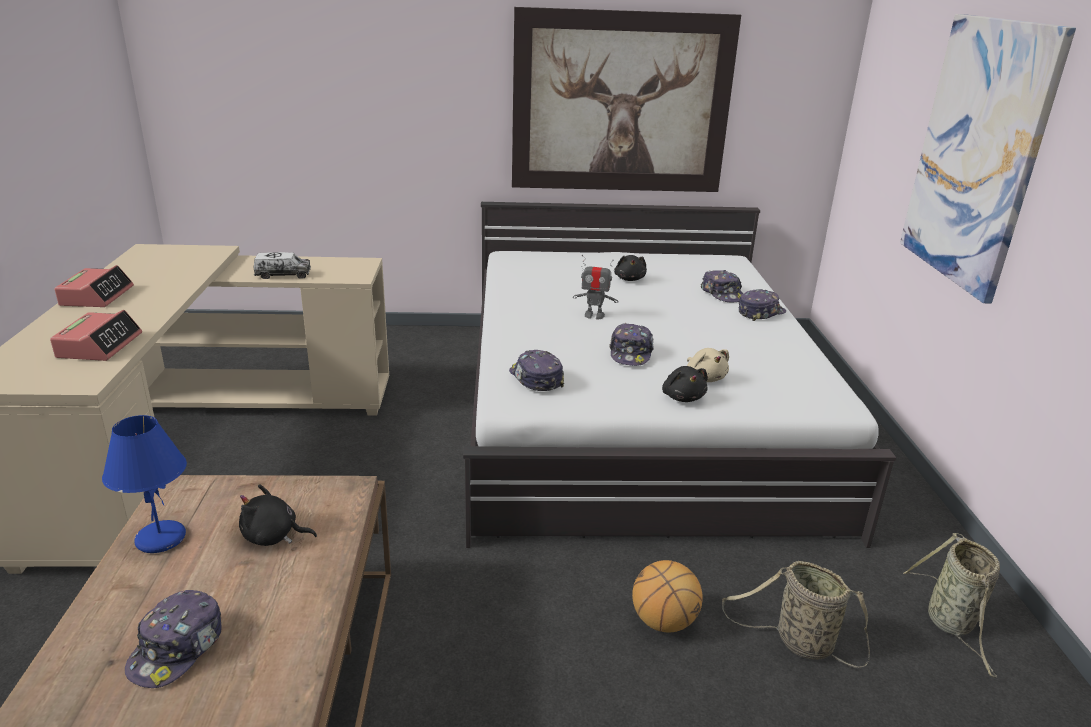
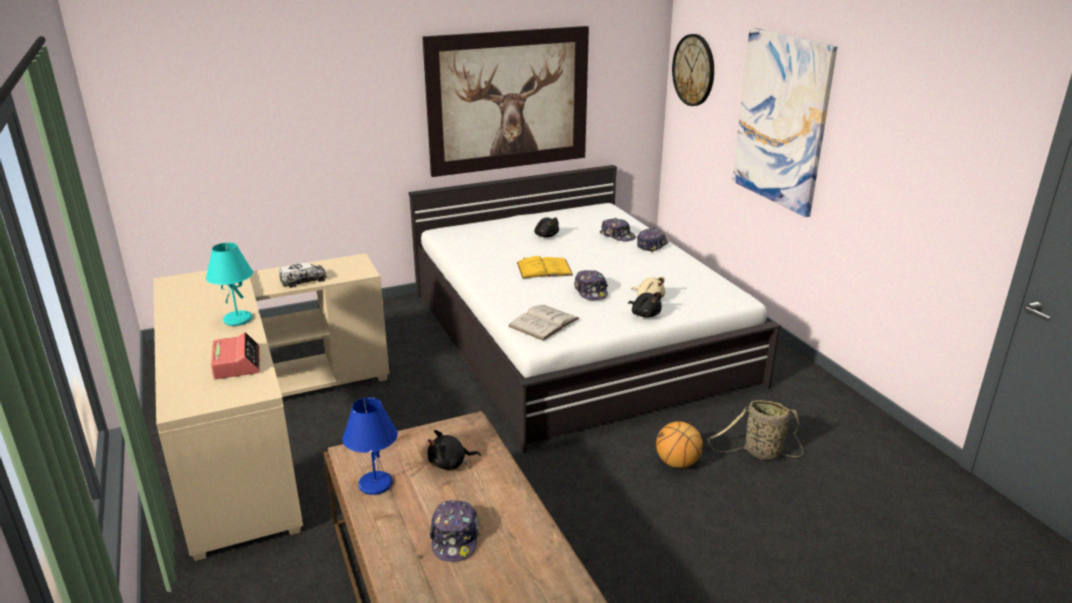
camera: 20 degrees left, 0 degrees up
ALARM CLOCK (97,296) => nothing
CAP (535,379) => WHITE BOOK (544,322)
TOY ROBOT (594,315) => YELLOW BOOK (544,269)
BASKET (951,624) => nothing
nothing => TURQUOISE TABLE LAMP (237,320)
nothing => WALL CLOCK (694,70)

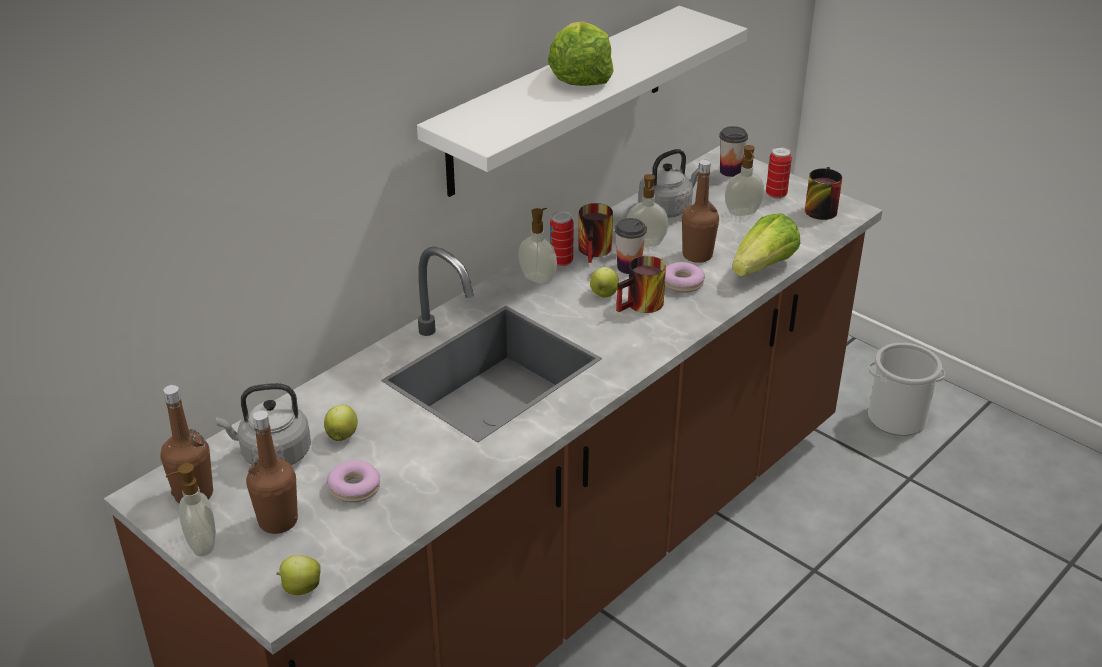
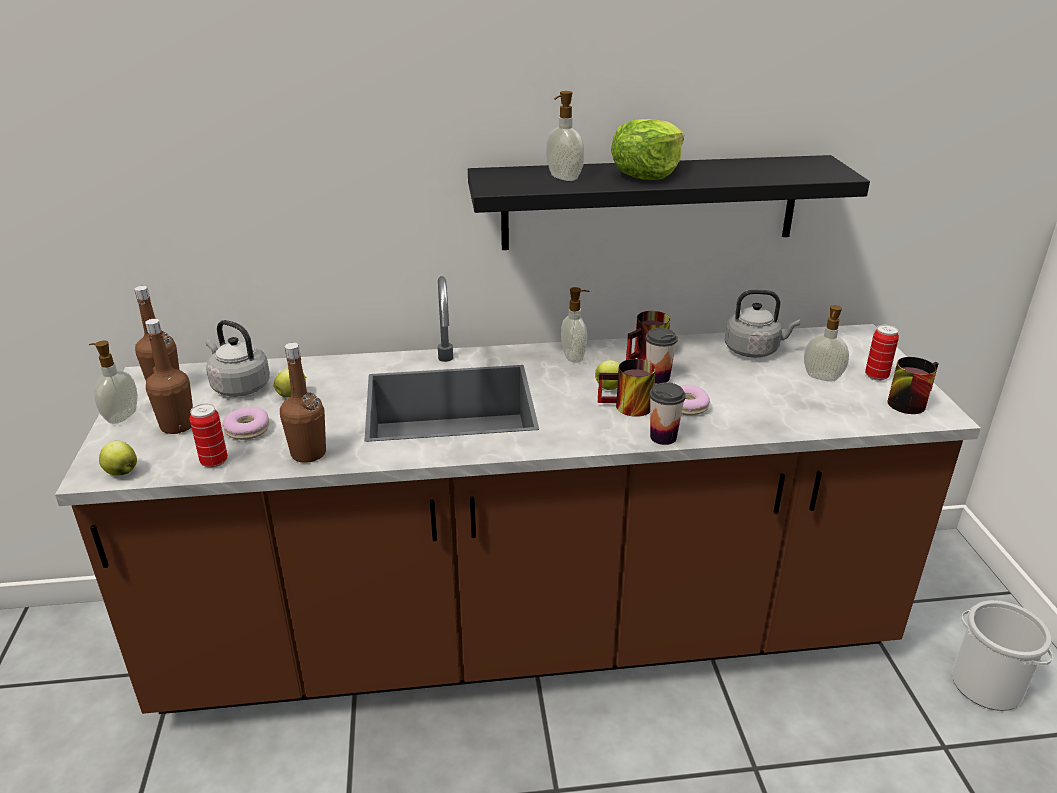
camera: 40 degrees right, 5 degrees down
WHITE SHELF (559,100) => BLACK SHELF (650,202)
CAN (561,262) => CAN (214,461), relocated
SOAP DISPENSER (646,244) => SOAP DISPENSER (563,178), relocated
BROWN BOTTLE (697,255) => BROWN BOTTLE (308,453), relocated
CUP (730,171) => CUP (663,437), relocated
LETTUCE (763,267) => nothing

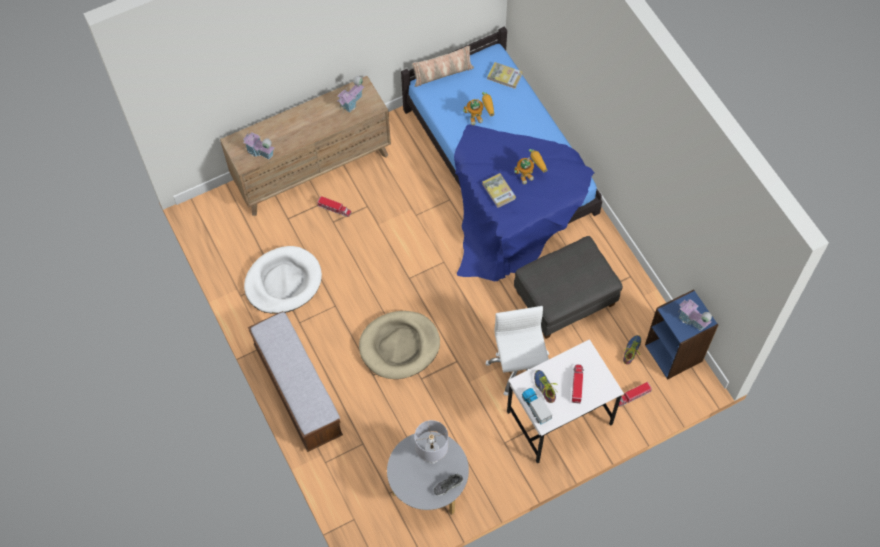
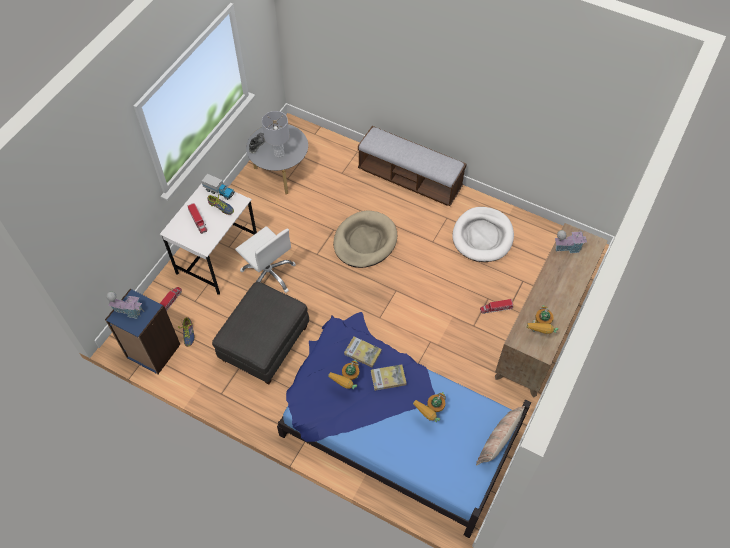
camera: 145 degrees right, 5 degrees down
TOY HOUSE (352,102) => TOY ROBOT (539,331)
BOOK (504,76) => BOOK (388,378), relocated

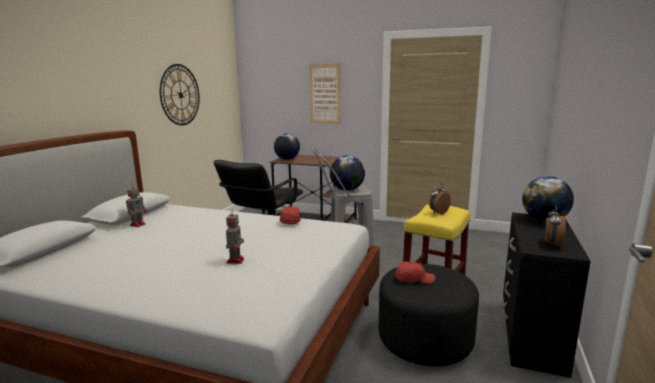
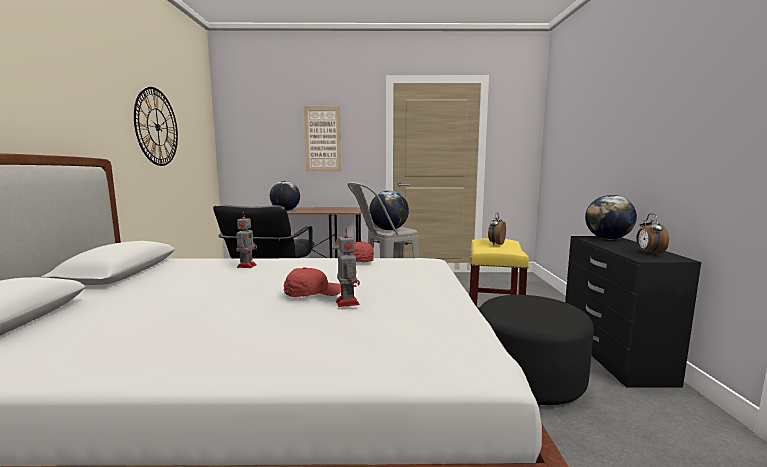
camera: 20 degrees left, 5 degrees down
TOY ROBOT (138,224) => TOY ROBOT (247,266), relocated
RED CAP (414,279) => RED CAP (312,294), relocated

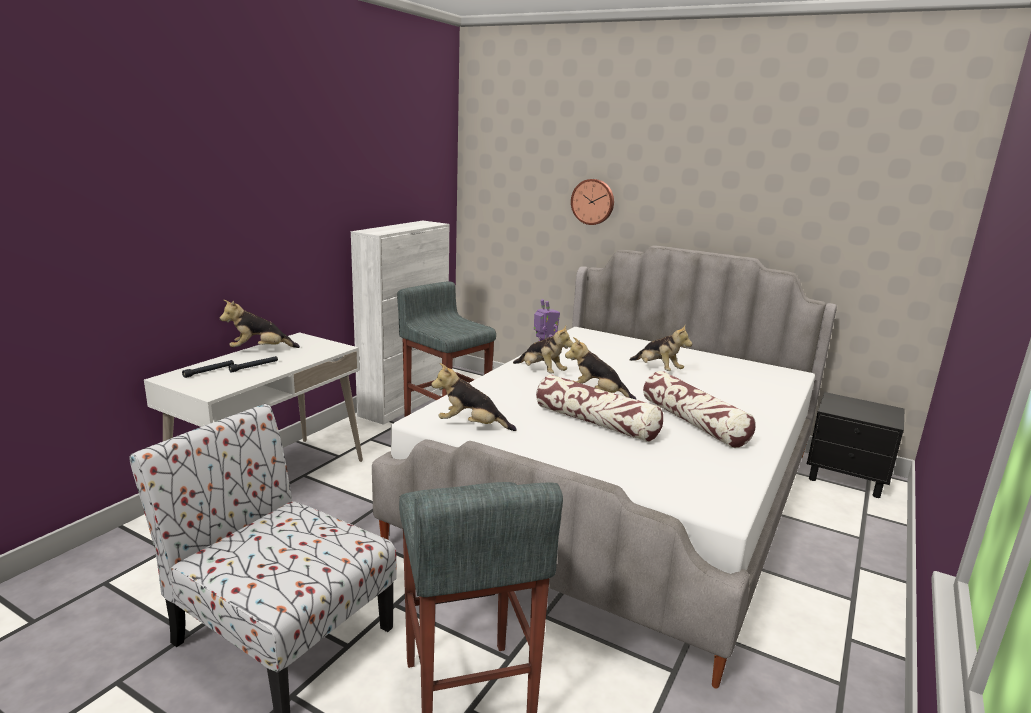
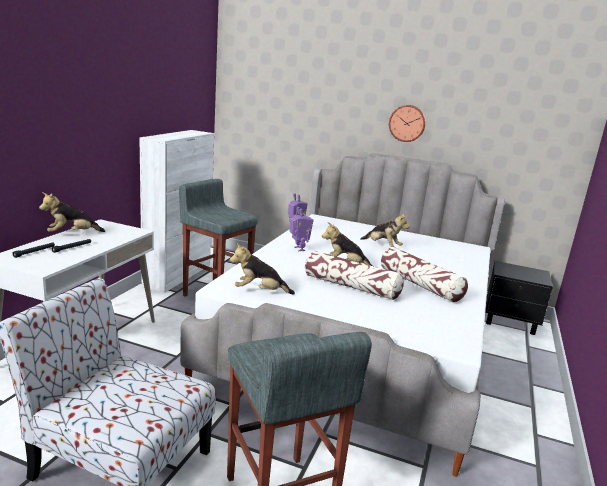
camera: 10 degrees left, 0 degrees up
PLUSH TOY (541,372) => TOY ROBOT (298,249)
WALL CLOCK (593,201) => WALL CLOCK (407,123), relocated

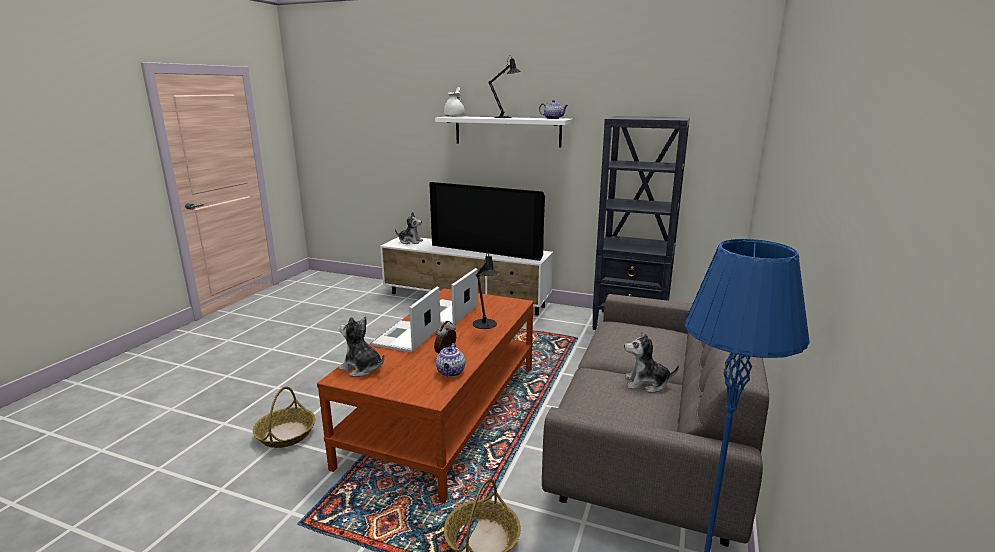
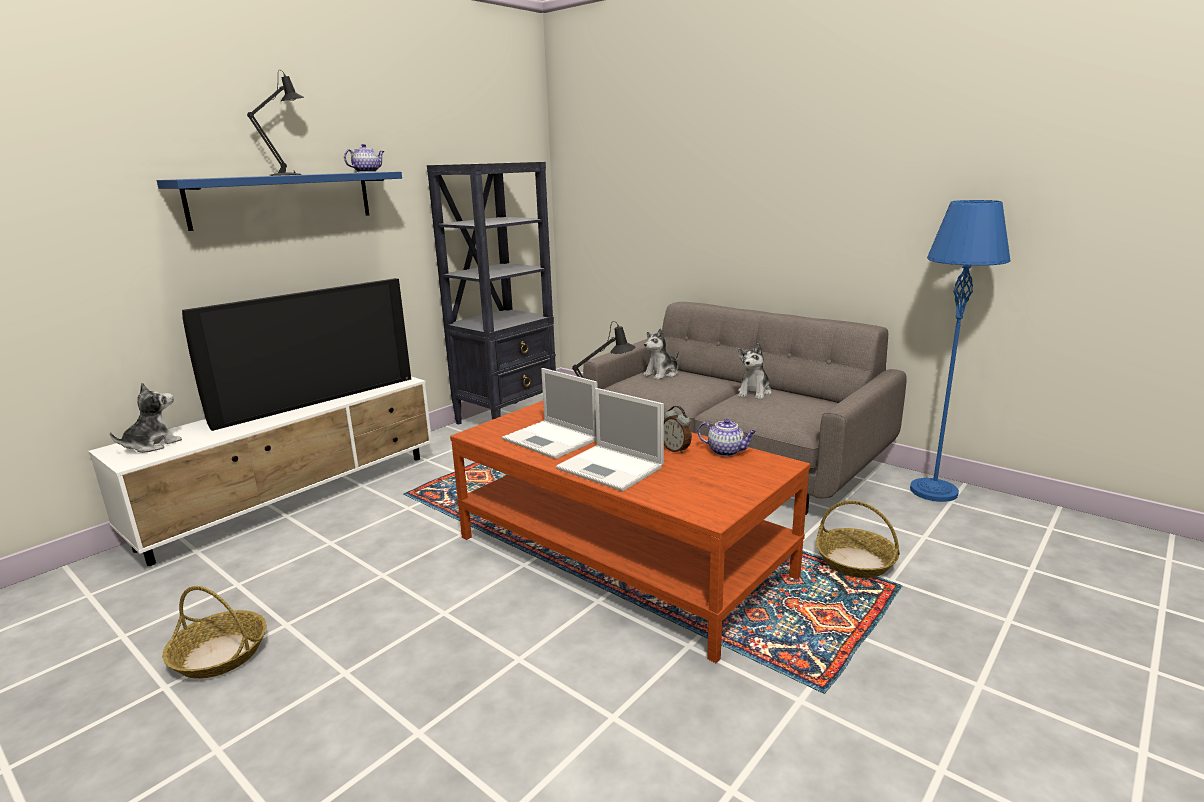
camera: 70 degrees left, 0 degrees up
BASKET (286,434) => BASKET (220,654), relocated
PLUSH TOY (362,368) => PLUSH TOY (662,374), relocated
WHITE SHELF (507,131) => BLUE SHELF (283,199)
WHITE TEAPOT (455,116) => nothing

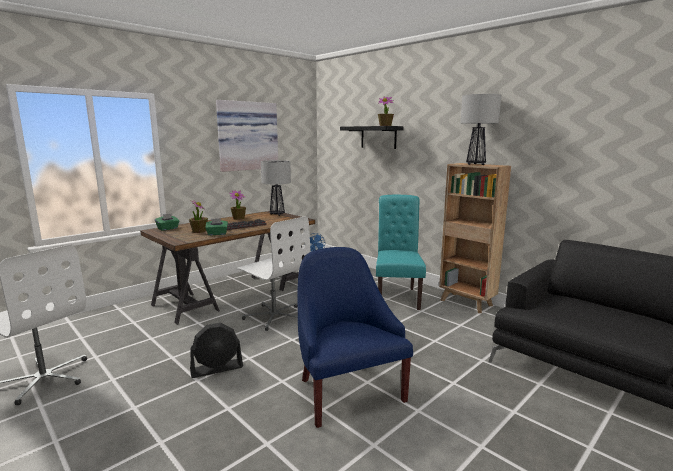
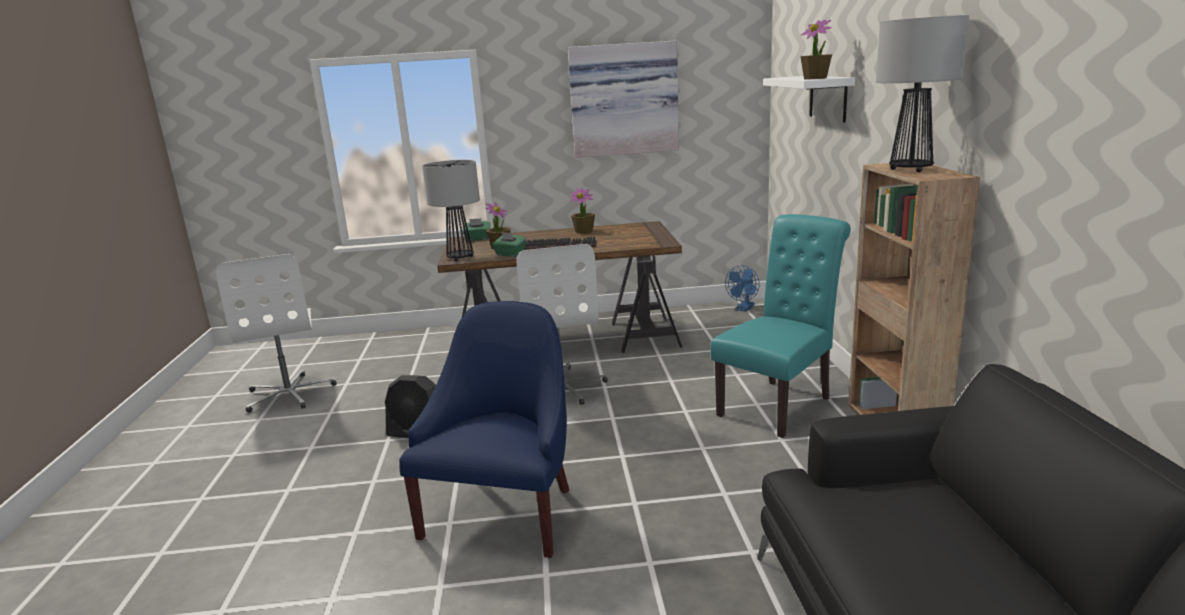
camera: 40 degrees right, 5 degrees up
TABLE LAMP (277,214) => TABLE LAMP (461,258), relocated
BLACK SHELF (378,137) => WHITE SHELF (828,98)

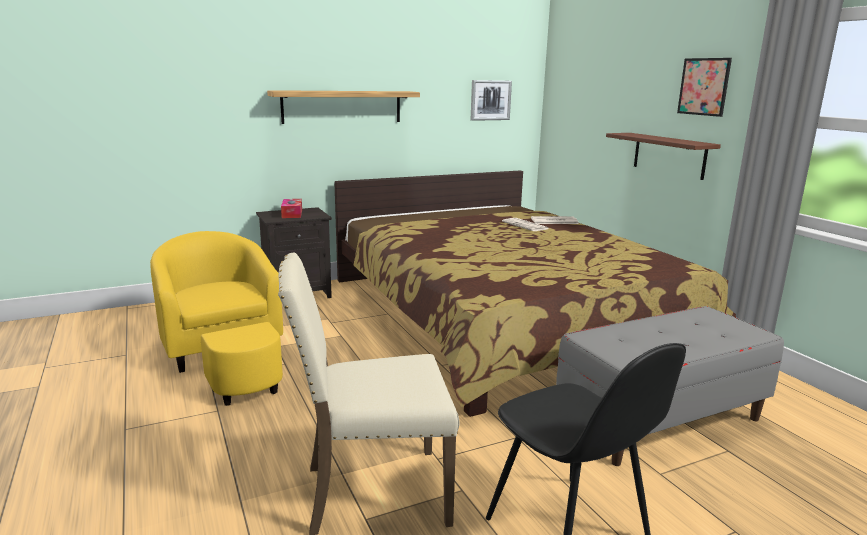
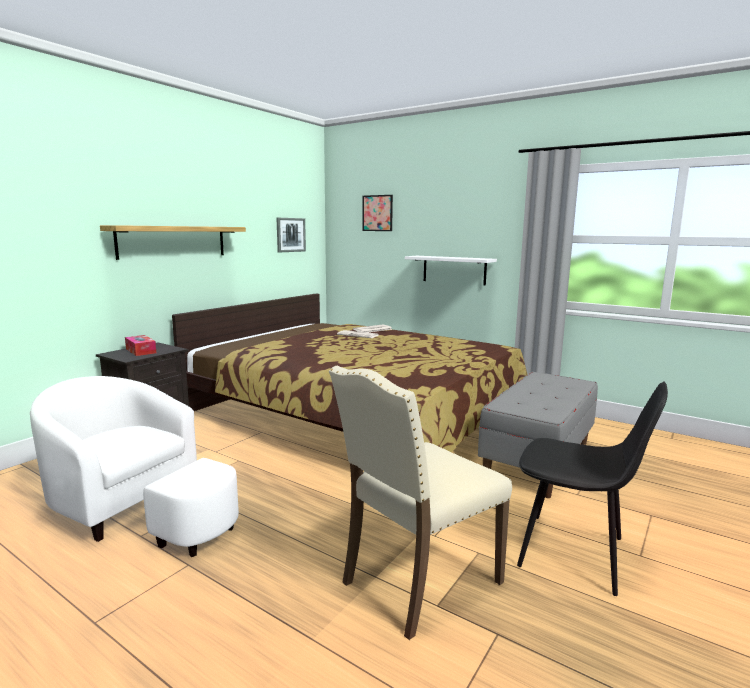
camera: 30 degrees left, 5 degrees down
YELLOW ARMCHAIR (225,357) => WHITE ARMCHAIR (137,511)
BROWN SHELF (669,155) => WHITE SHELF (454,270)
PICTURE (704,86) => PICTURE (377,213), relocated

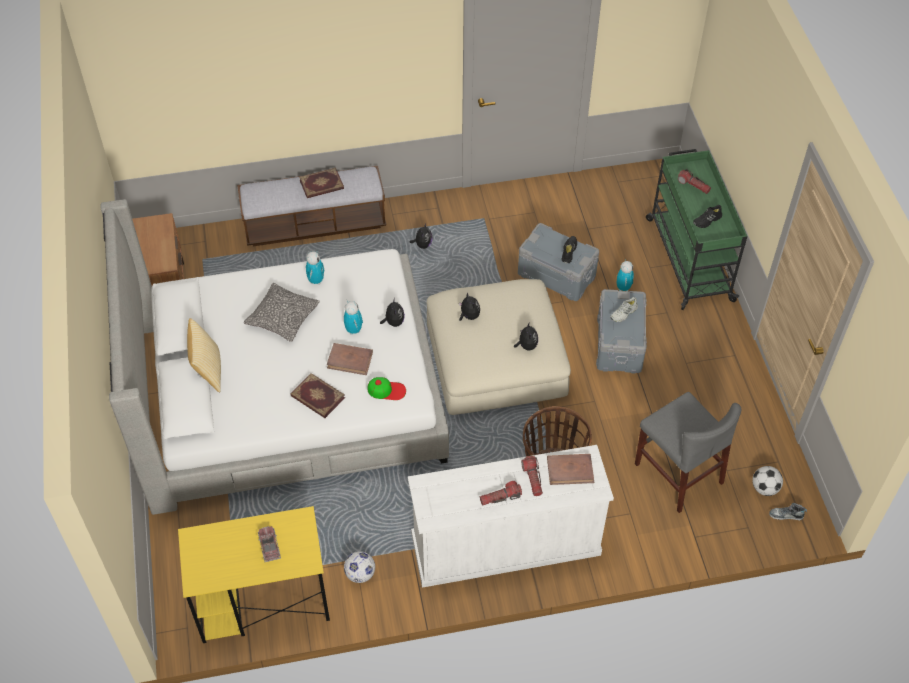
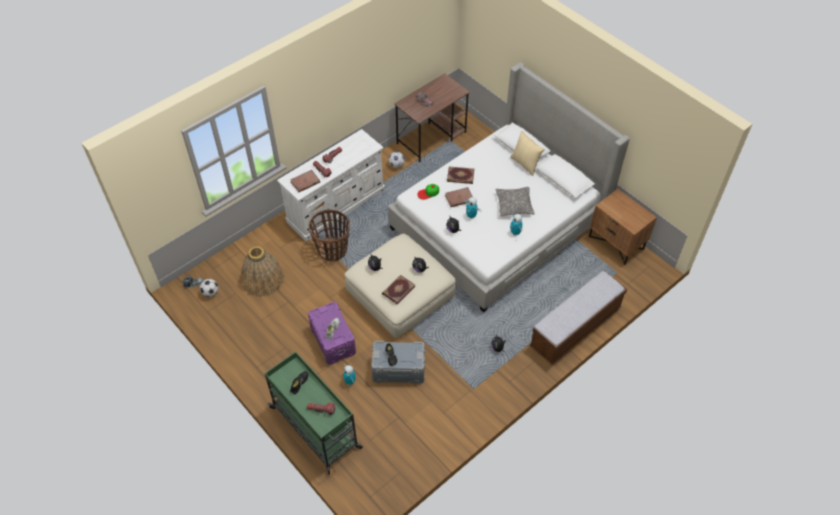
camera: 150 degrees right, 0 degrees up
YELLOW DESK (261,601) => BROWN DESK (432,137)
BOOK (321,185) => BOOK (398,290), relocated
GREY STORAGE BOX (618,343) => PURPLE STORAGE BOX (333,340)
GREY CHAIR (678,473) => BASKET (262,279)

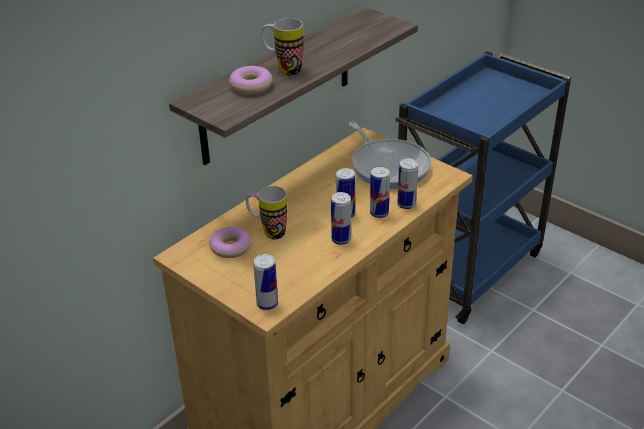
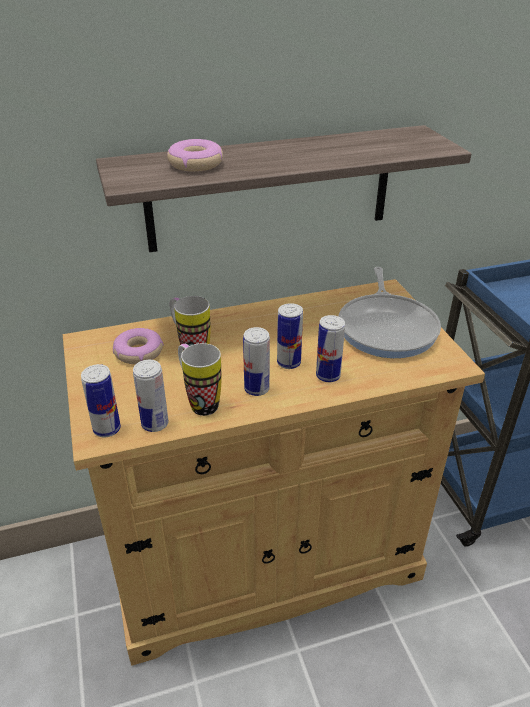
camera: 30 degrees right, 0 degrees up
MUG (283,70) => MUG (199,402), relocated
CAN (406,204) => CAN (155,424), relocated

